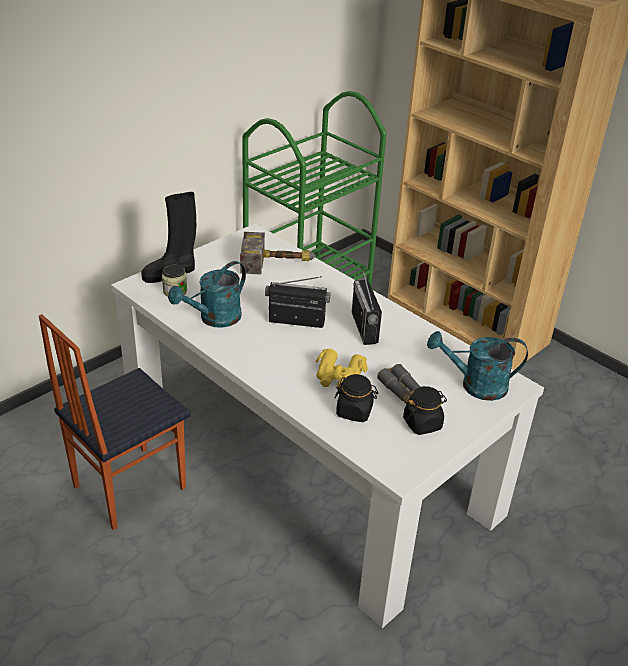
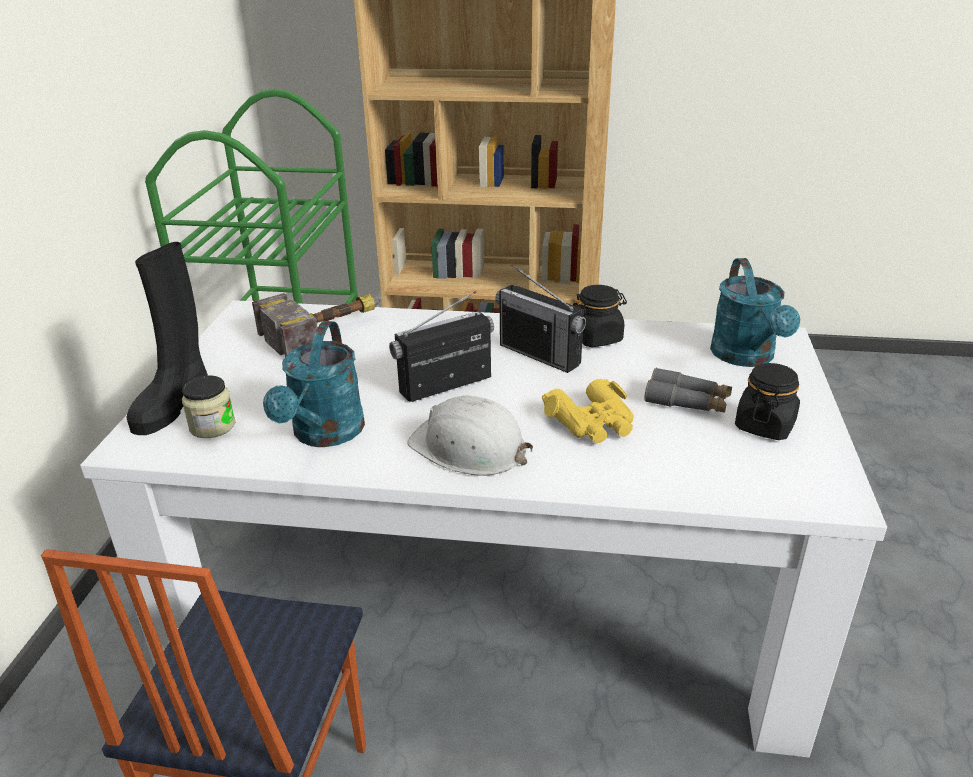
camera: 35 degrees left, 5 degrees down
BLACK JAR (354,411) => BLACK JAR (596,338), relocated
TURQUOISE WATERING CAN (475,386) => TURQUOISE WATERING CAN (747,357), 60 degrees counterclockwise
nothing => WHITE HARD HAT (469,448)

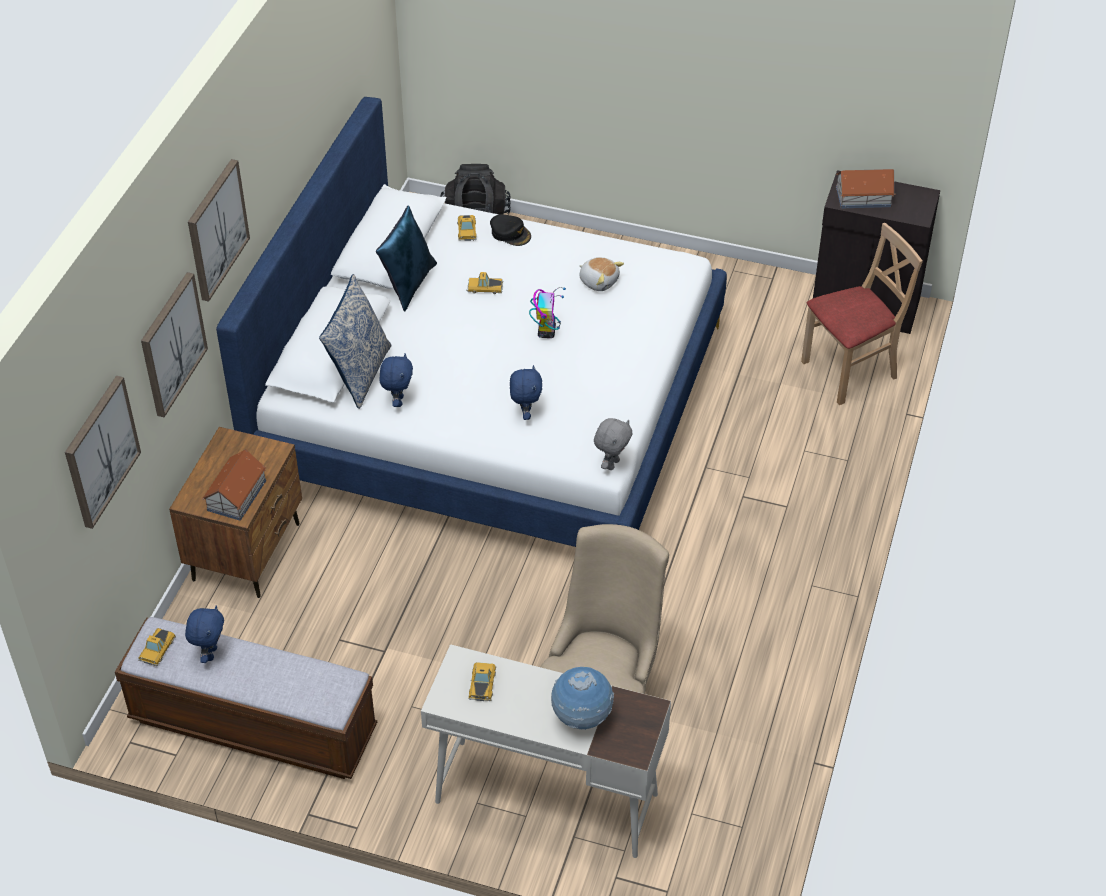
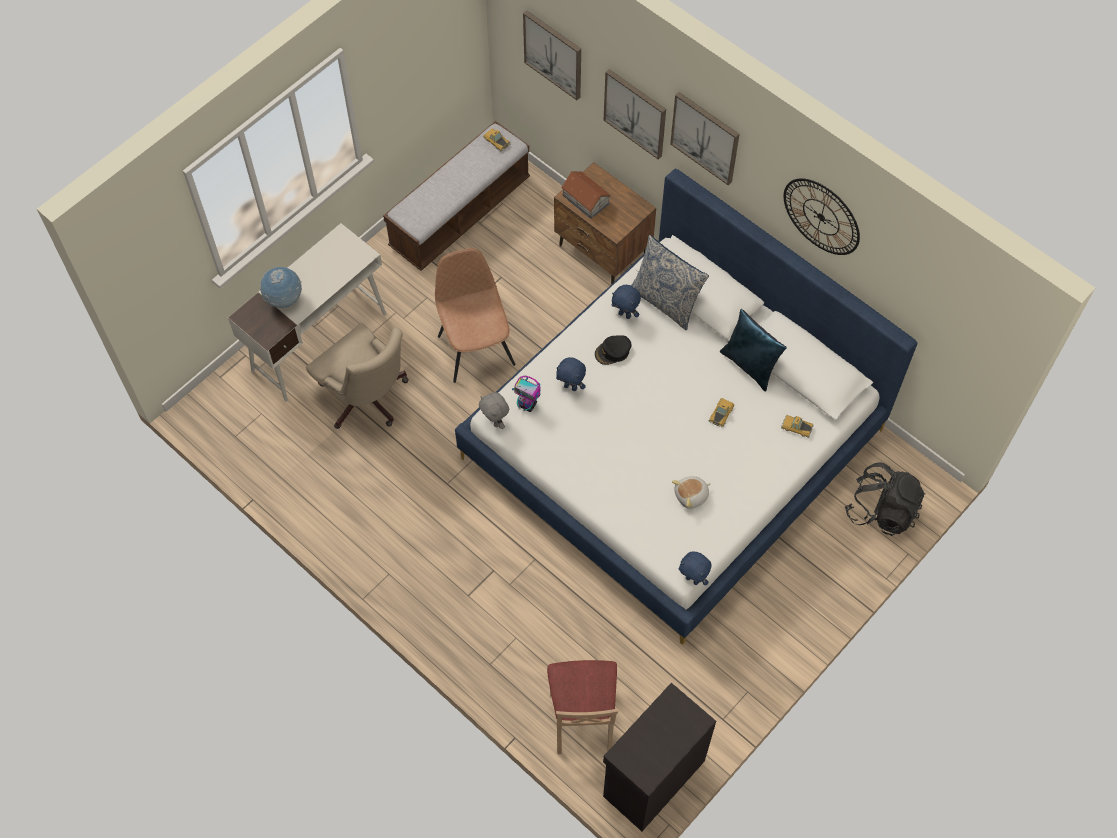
camera: 115 degrees right, 15 degrees up
BLUE PLUSH TOY (210,653) => BLUE PLUSH TOY (693,579), relocated
TOY CAR (482,683) => nothing
BLACK CAP (510,233) => BLACK CAP (613,352), relocated
TOY ROBOT (546,331) => TOY ROBOT (527,404), relocated
TOY HOUSE (862,196) => nothing
nothing => BROWN CHAIR (475,348)
nothing => WALL CLOCK (821,216)

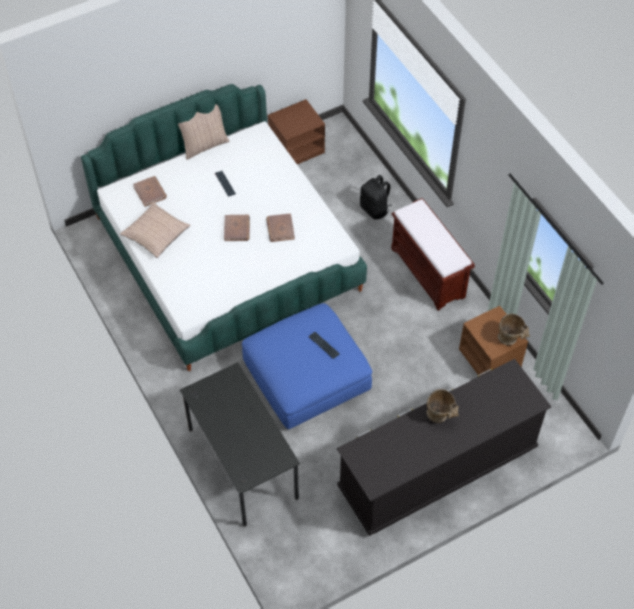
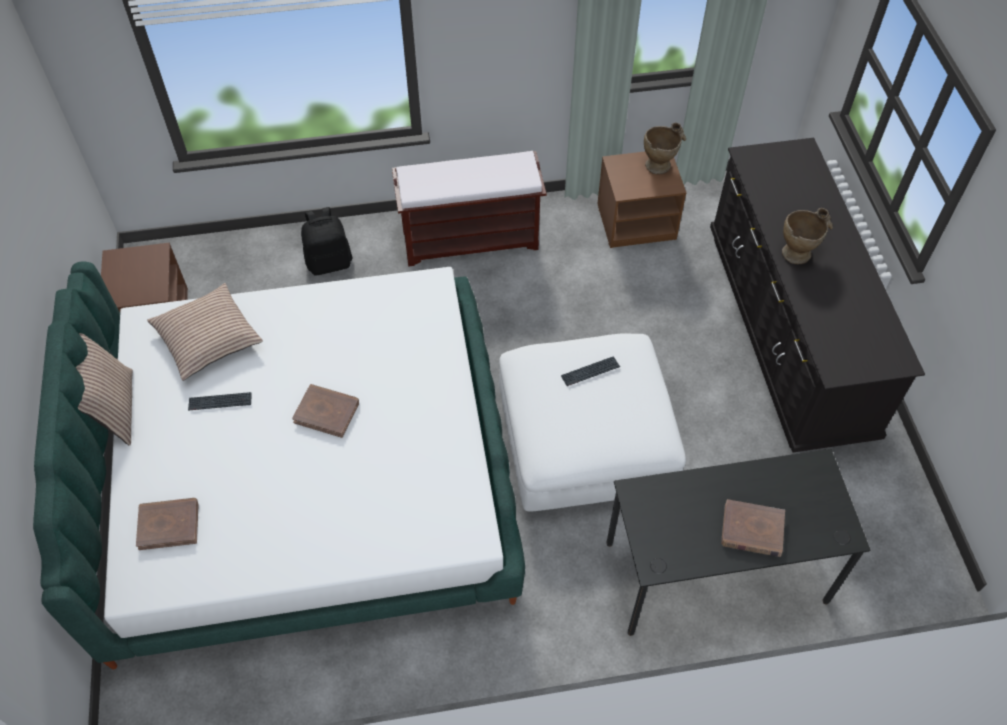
camera: 70 degrees left, 0 degrees up
PILLOW (156,234) => PILLOW (207,338), relocated
BLUE OTTOMAN (306,375) => WHITE OTTOMAN (585,437)
BROWN BOOK (280,229) => BROWN BOOK (752,530), relocated

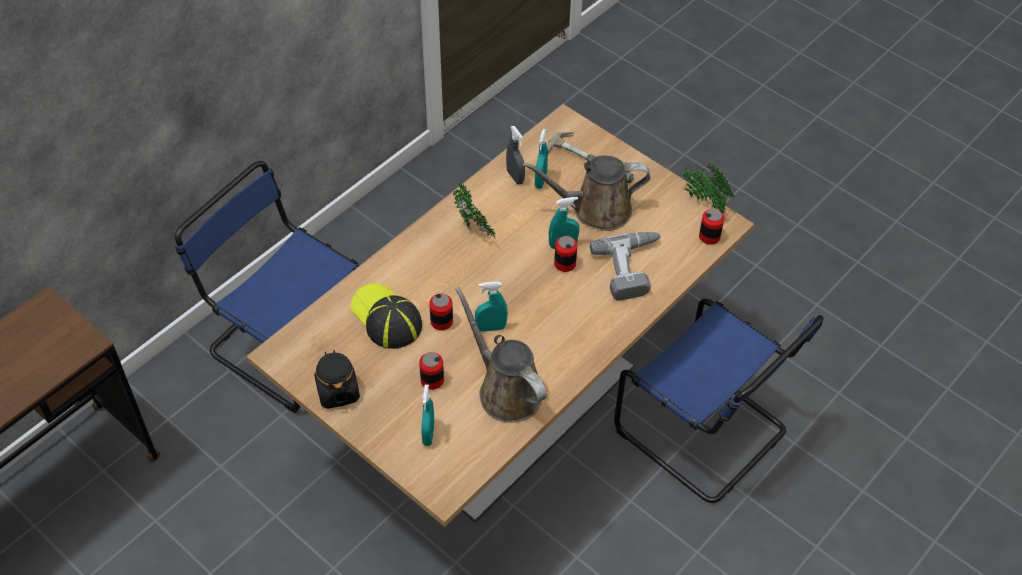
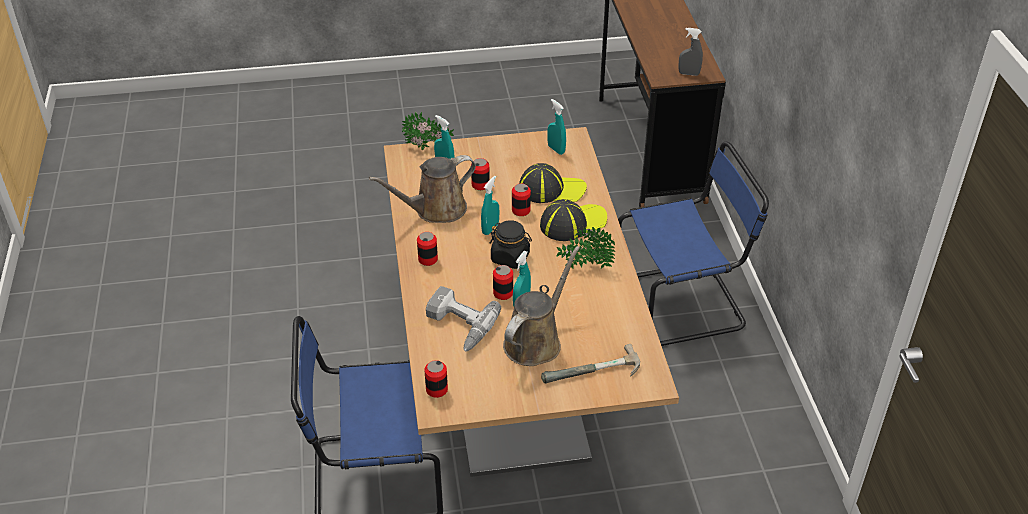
camera: 130 degrees right, 10 degrees down
BLACK JAR (337,391) => BLACK JAR (510,258), relocated
BROWN WATERING CAN (506,390) => BROWN WATERING CAN (435,210), 150 degrees clockwise
GREY SPRAY BOTTLE (515,177) => GREY SPRAY BOTTLE (688,74), relocated
TURQUOISE SPRAY BOTTLE (540,180) => TURQUOISE SPRAY BOTTLE (556,149), relocated
POTTED PLANT (705,203) => POTTED PLANT (428,148), relocated
nothing => CAN (428,259)
nothing => CAP (572,223)

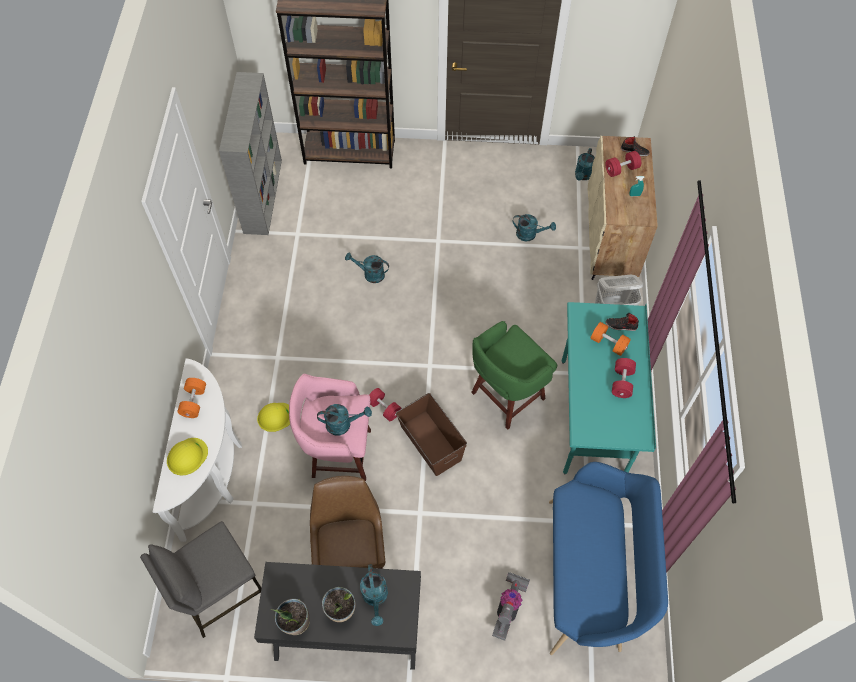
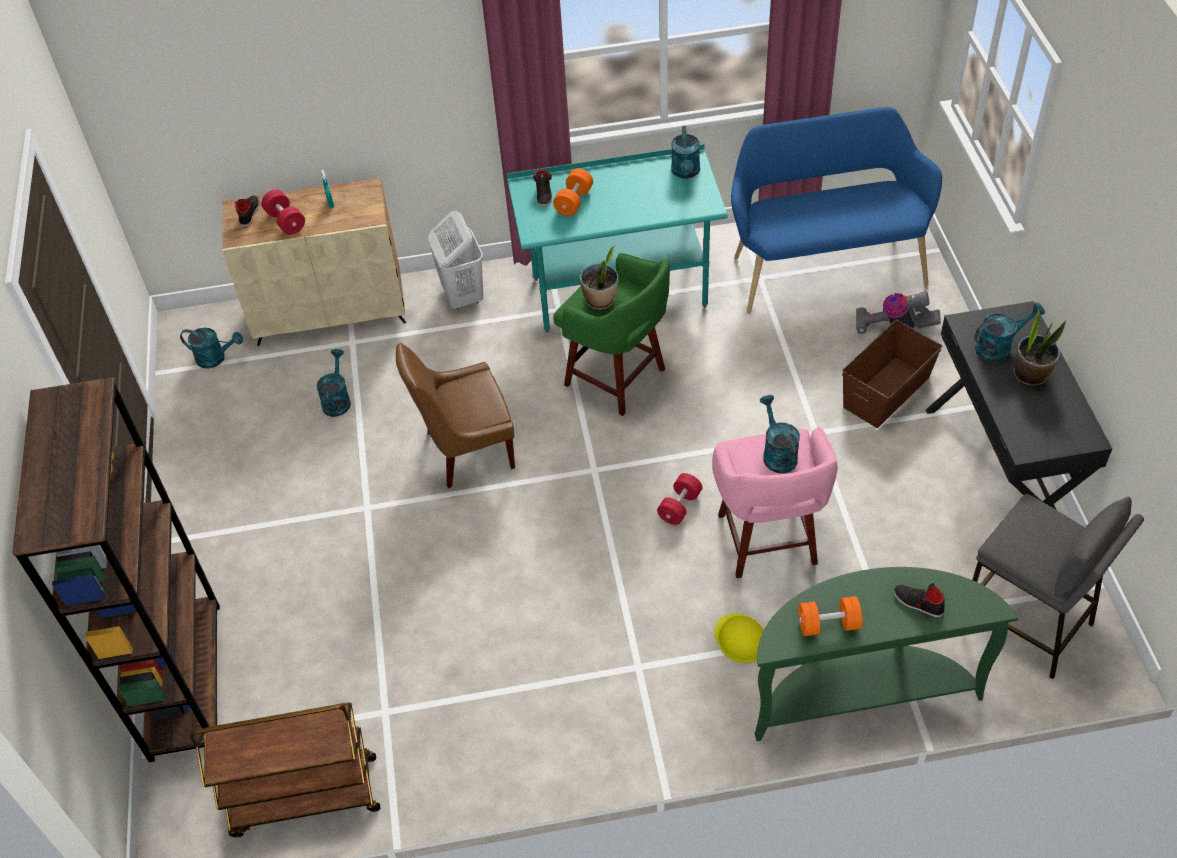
camera: 100 degrees left, 10 degrees down
WHITE CONSOLE TABLE (214,472) => GREEN CONSOLE TABLE (860,692)
YELLOW HARD HAT (187,456) => BLACK SHOE (917,603)
GREY BOOKCASE (262,195) => BROWN CART (303,798)
POTTED PLANT (295,622) => POTTED PLANT (600,300), relocated
BROWN CHAIR (351,550) => BROWN CHAIR (466,451), relocated
TURQUOISE WATERING CAN (370,274) => TURQUOISE WATERING CAN (686,172), relocated
BROWN STORAGE BOX (430,443) => BROWN STORAGE BOX (887,391), relocated
RED DUMBBELL (622,382) => nothing

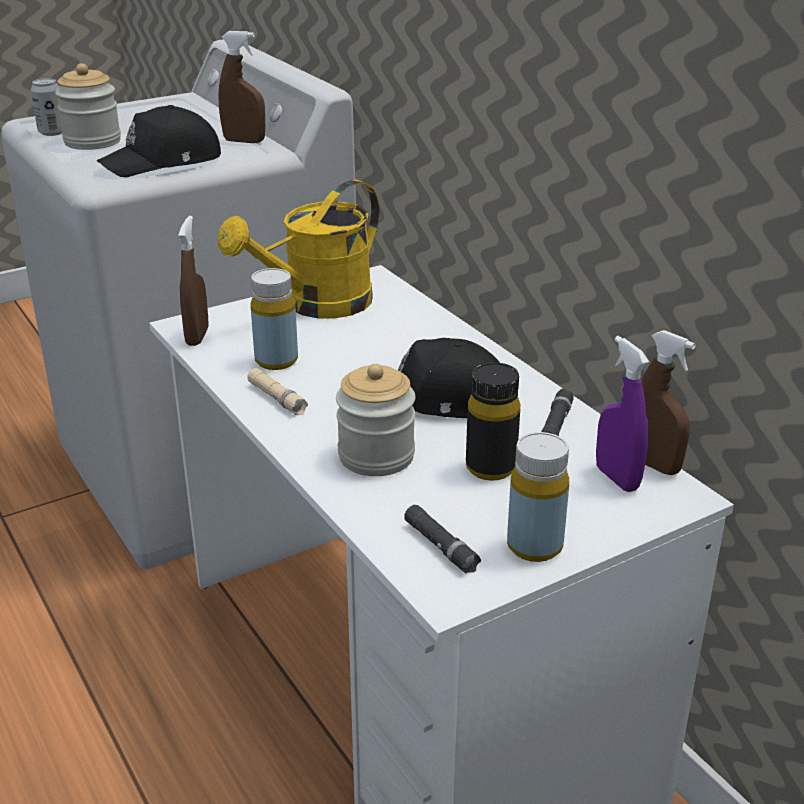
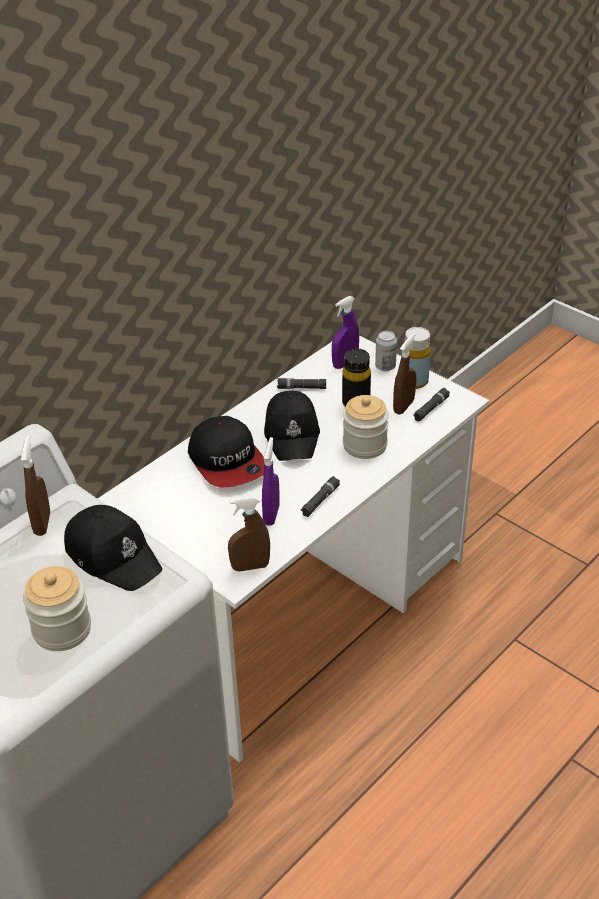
camera: 105 degrees left, 10 degrees up
CAN (52,132) => CAN (385,366), relocated
YELLOW WATERING CAN (317,306) => nothing
BEIGE FLASHLIGHT (277,398) => BLACK FLASHLIGHT (320,500)
YELLOW BOTTLE (276,361) => PURPLE SPRAY BOTTLE (271,515)
BROWN SPRAY BOTTLE (653,465) => BROWN SPRAY BOTTLE (403,406), relocated
nothing => CAP (228,461)

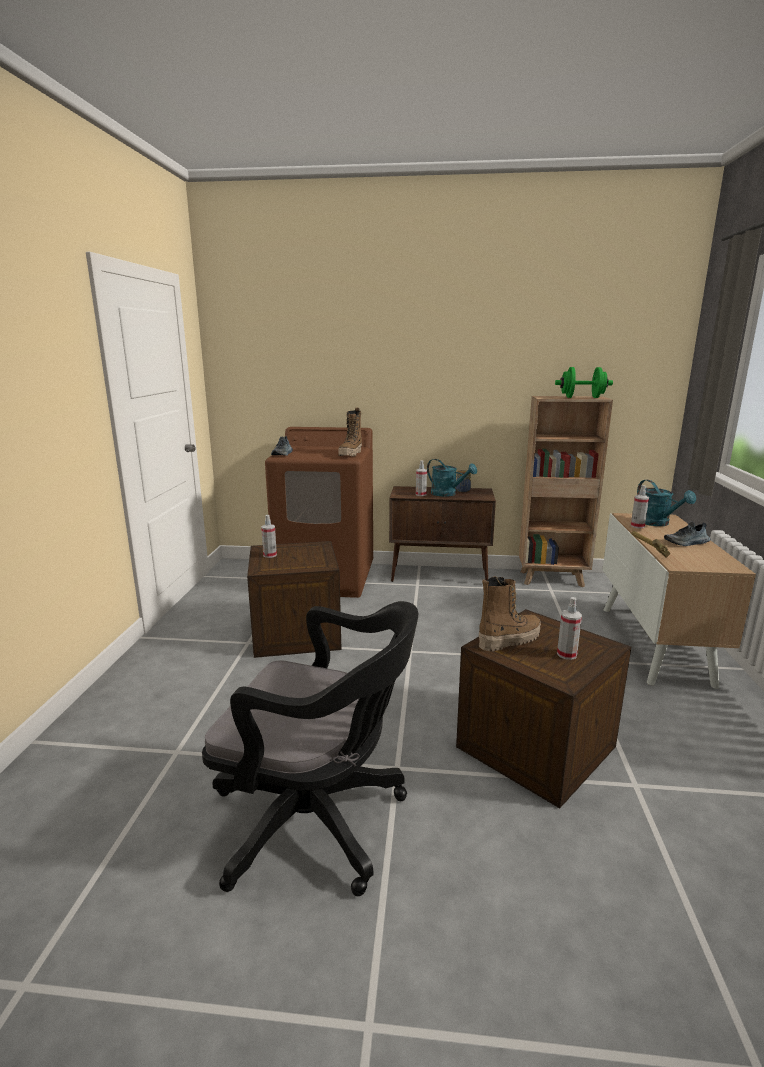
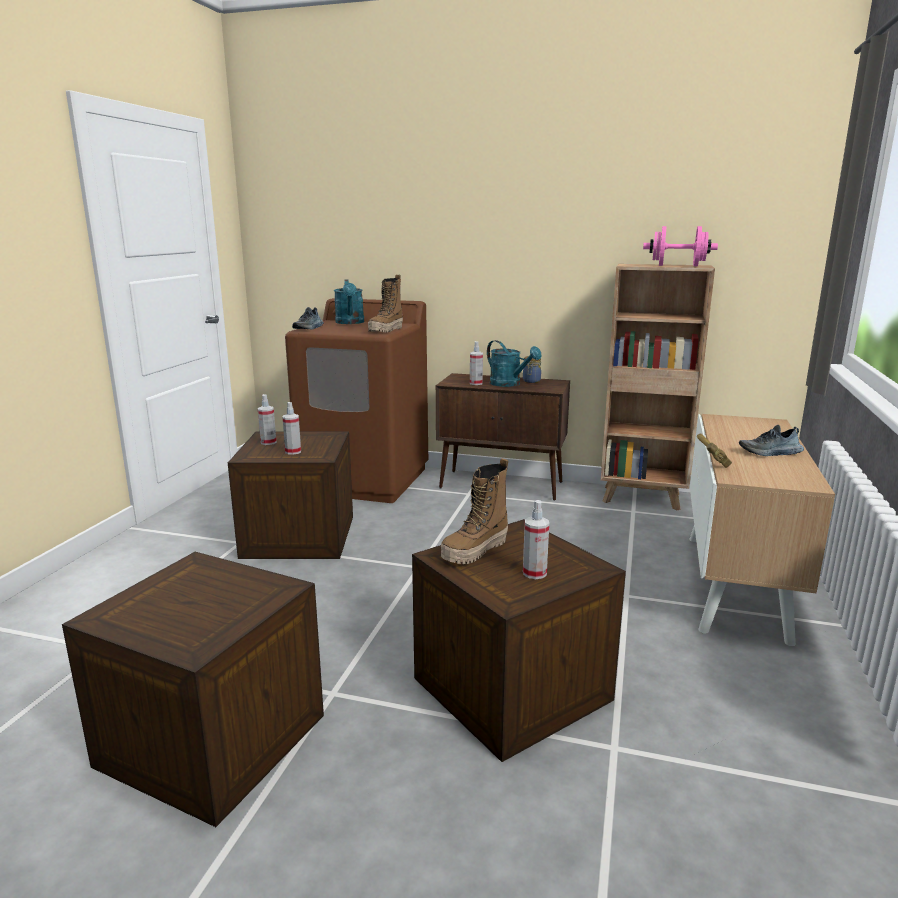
camera: 10 degrees right, 0 degrees up
BLACK OFFICE CHAIR (318,822) => CRATE (213,740)
BOOT (509,640) => BOOT (475,551), 150 degrees clockwise
GREEN DUMBBELL (582,397) => PINK DUMBBELL (677,266)
SPRAY BOTTLE (637,526) => SPRAY BOTTLE (293,452), relocated
TURQUOISE WATERING CAN (657,523) => TURQUOISE WATERING CAN (350,323), relocated

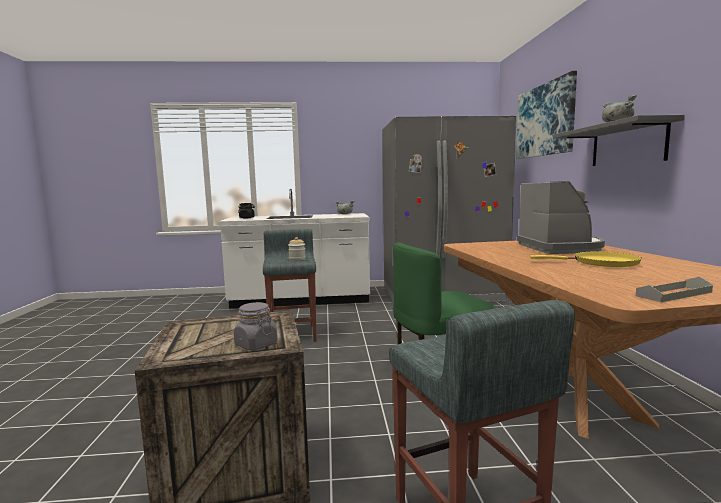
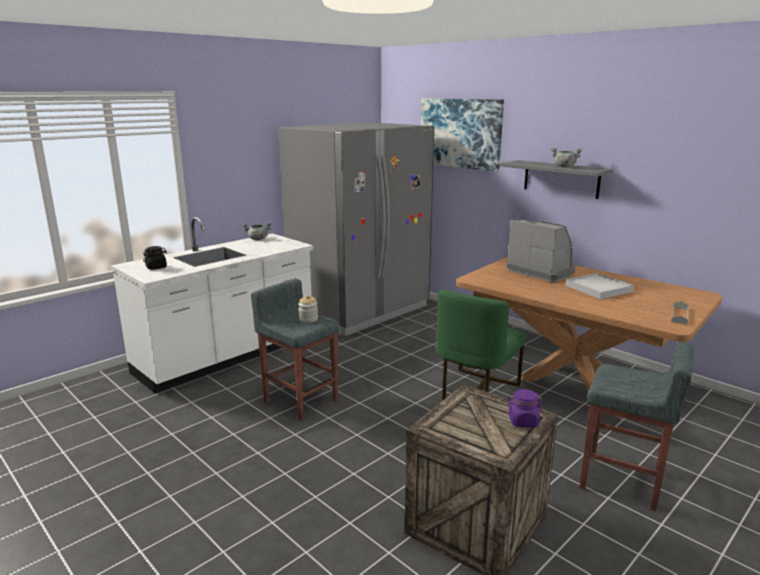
camera: 40 degrees left, 10 degrees up
GREY JAR (256,344) => PURPLE JAR (523,422)
YELLOW FRYING PAN (601,263) => WHITE TRAY (599,288)

